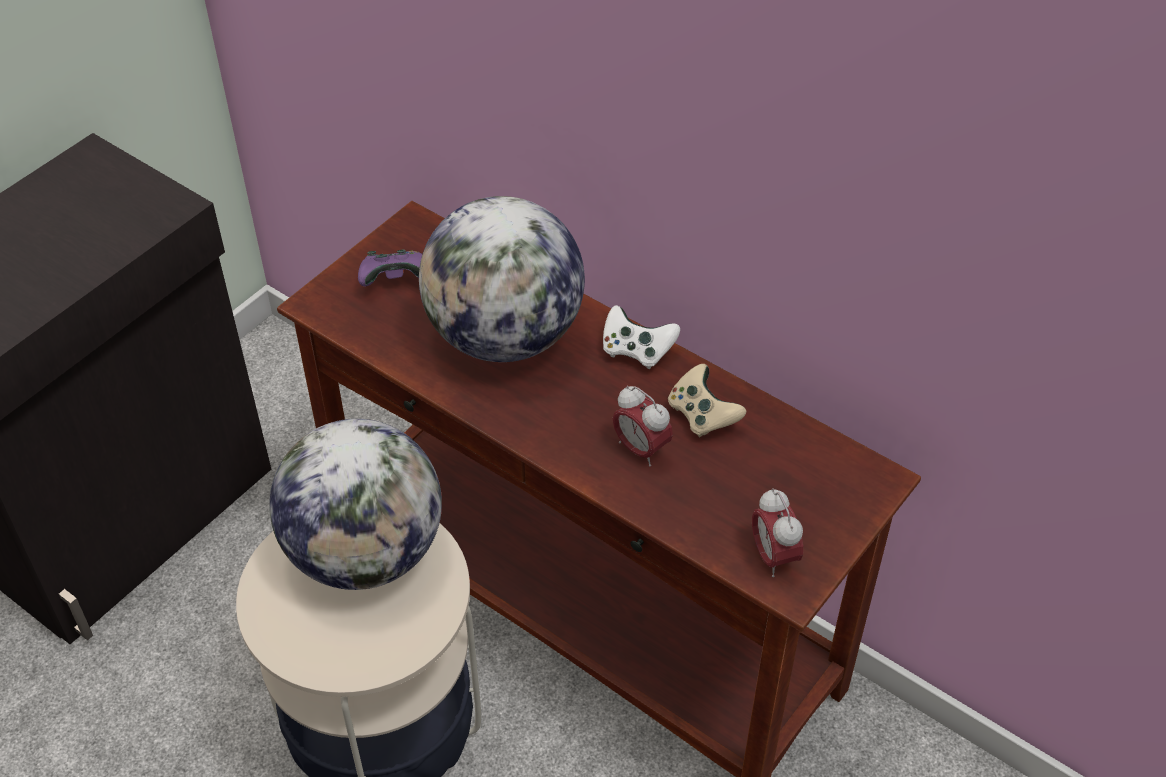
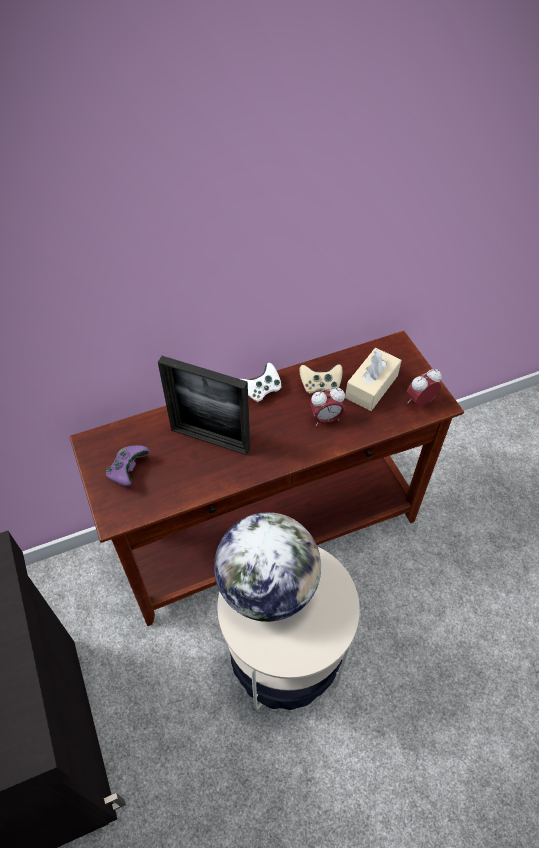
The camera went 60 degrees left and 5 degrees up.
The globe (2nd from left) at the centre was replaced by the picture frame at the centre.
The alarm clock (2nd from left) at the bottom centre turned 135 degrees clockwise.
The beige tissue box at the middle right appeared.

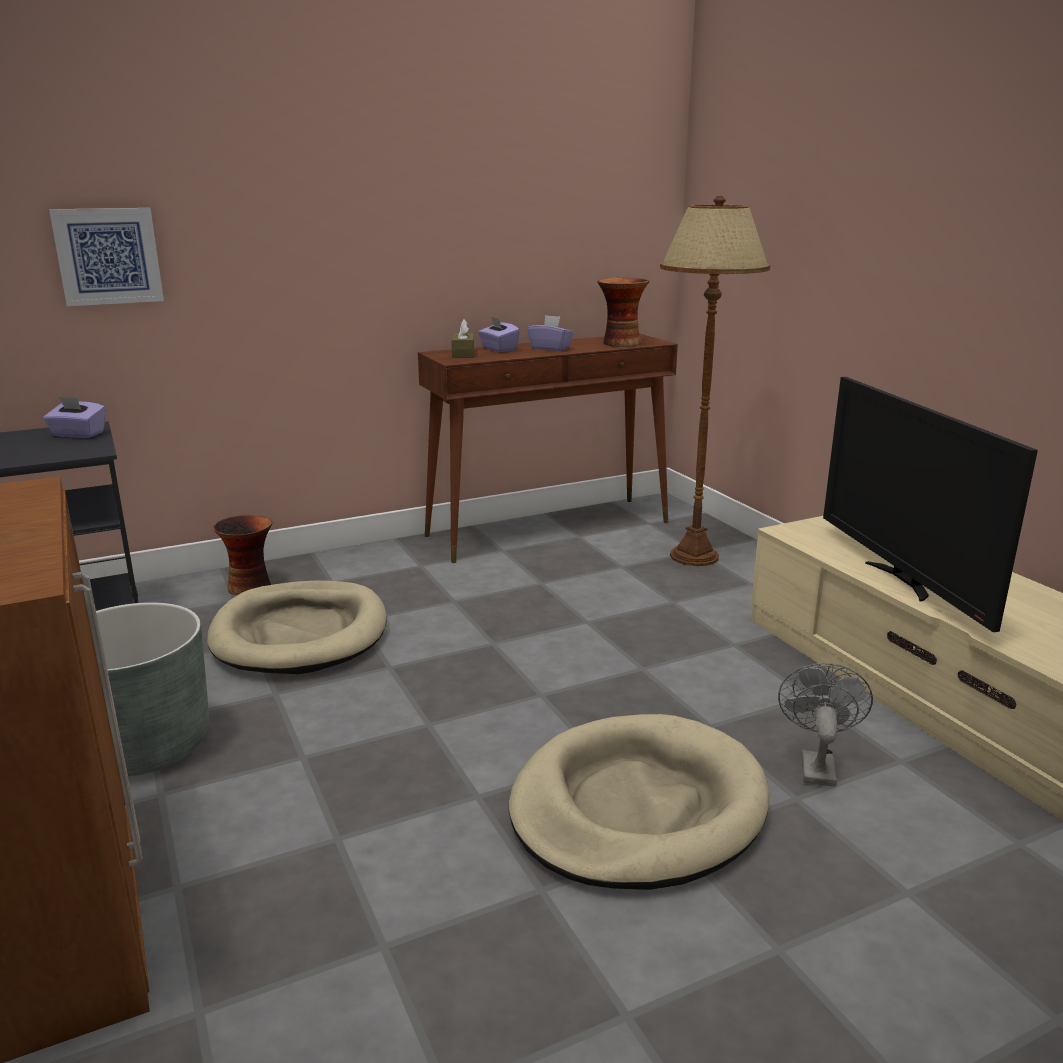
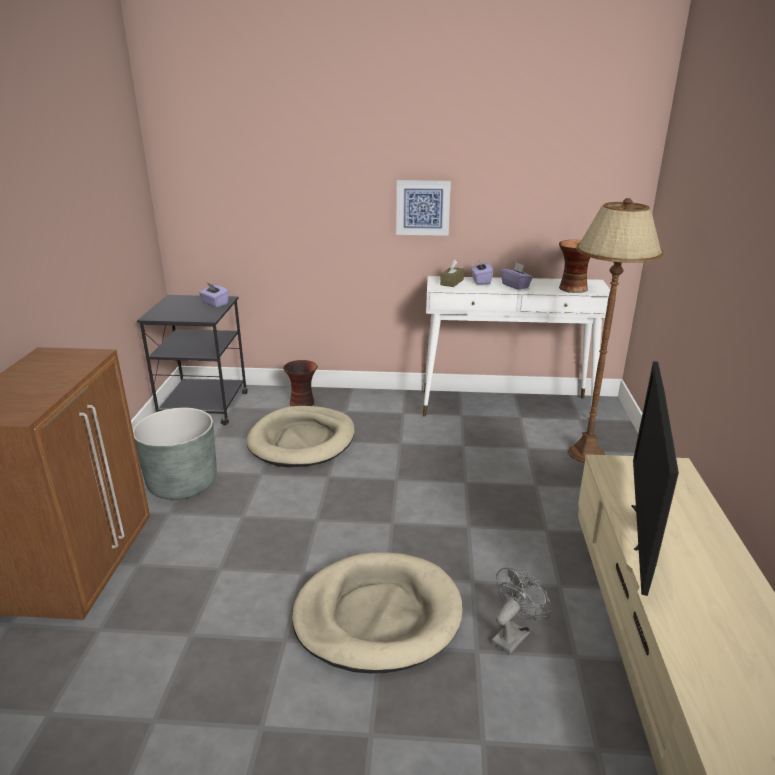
The camera went 30 degrees right and 5 degrees up.
The picture moved from the top left to the top centre.
The brown console table at the centre became the white console table at the centre.

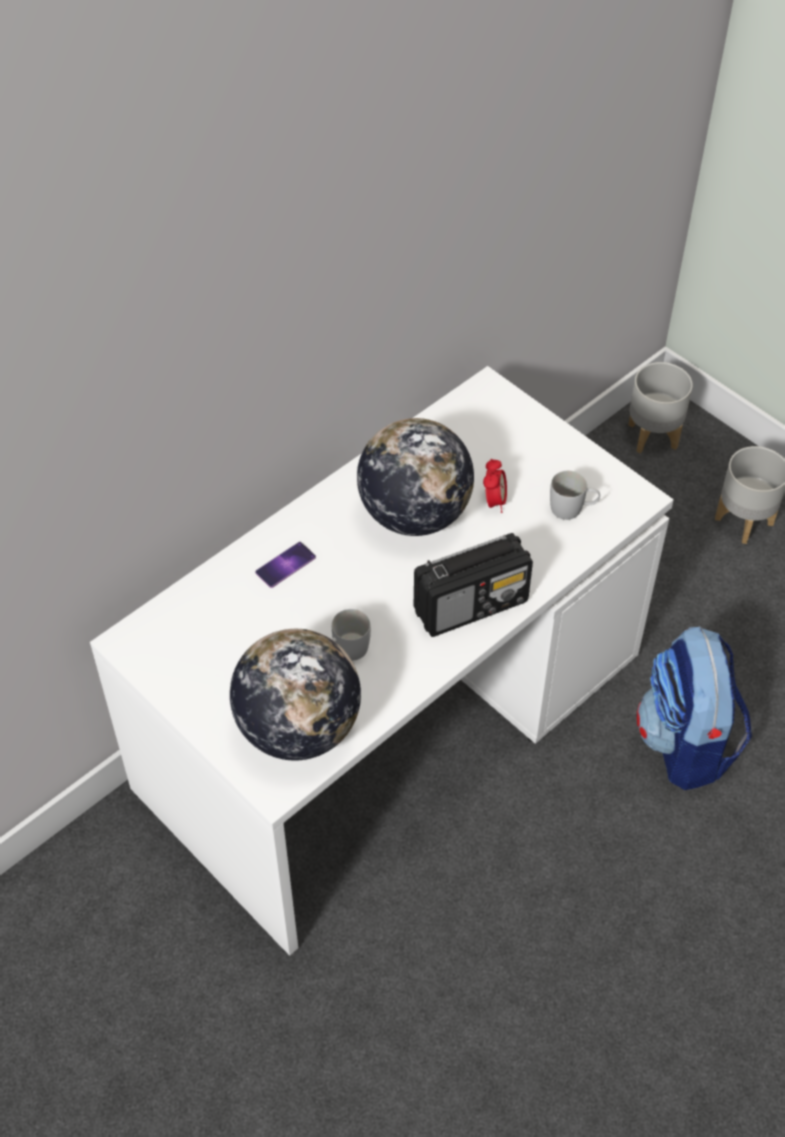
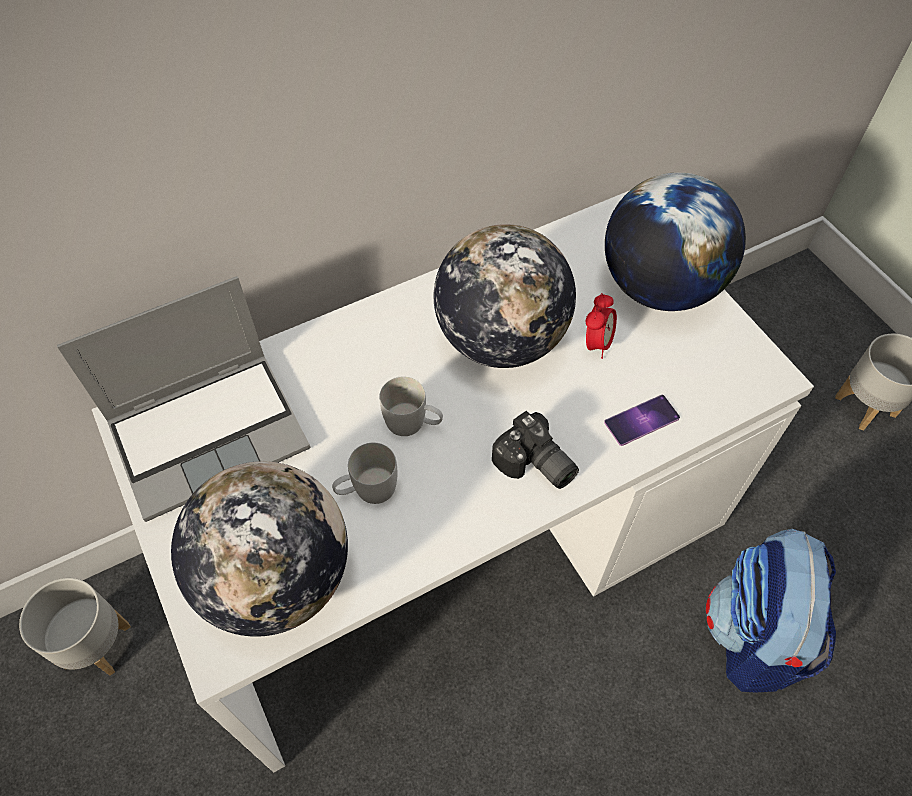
The camera went 15 degrees right and 5 degrees up.
The phone moved from the centre to the middle right.
The radio at the centre was replaced by the photo camera at the centre.
The white mug (2nd from left) moved from the middle right to the centre.
The grey planter (1st from left) moved from the middle right to the bottom left.
The laptop at the middle left appeared.
The globe (3rd from left) at the top right appeared.

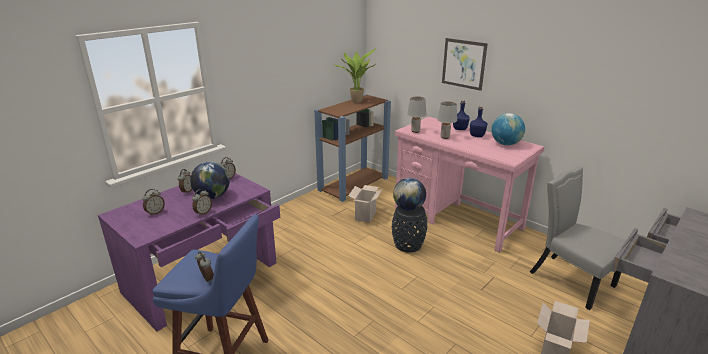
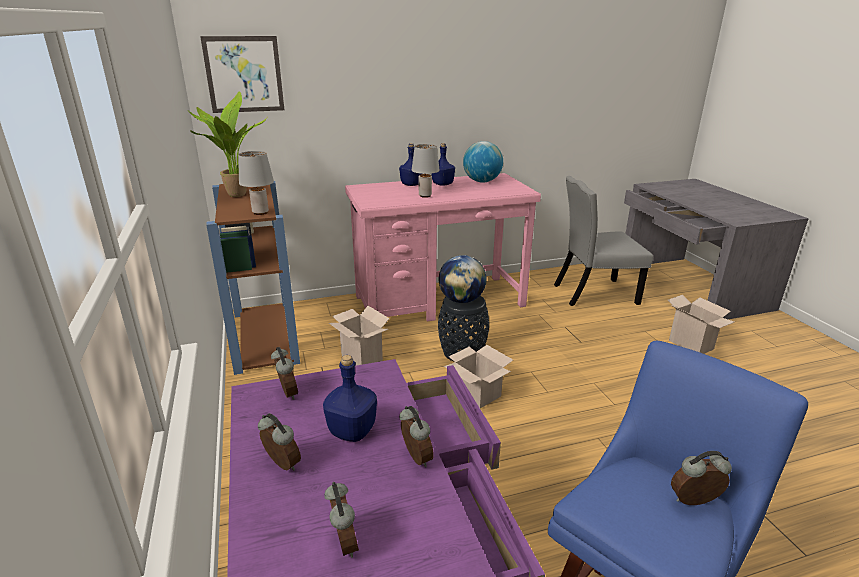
The camera went 60 degrees left and 0 degrees up.
The globe (1st from left) at the middle left was replaced by the blue bottle (1st from left) at the bottom centre.
The grey table lamp (1st from left) moved from the top centre to the top left.
The picture moved from the top centre to the top left.
The cardboard box (2nd from left) at the centre appeared.

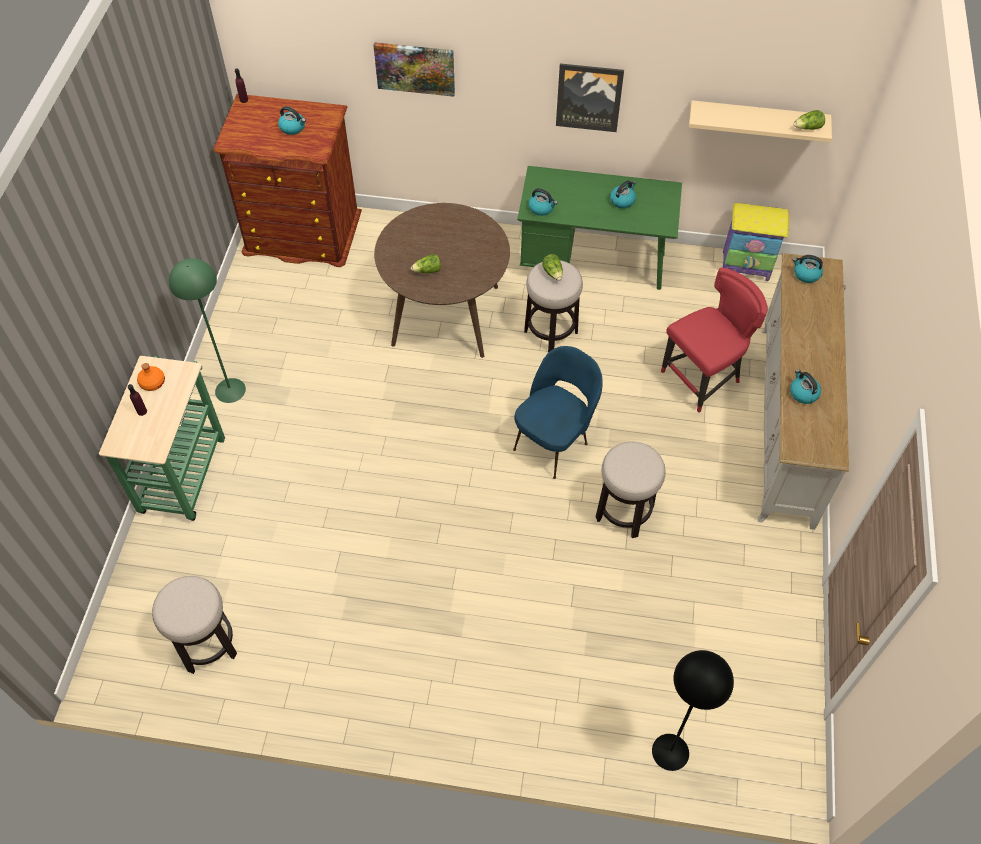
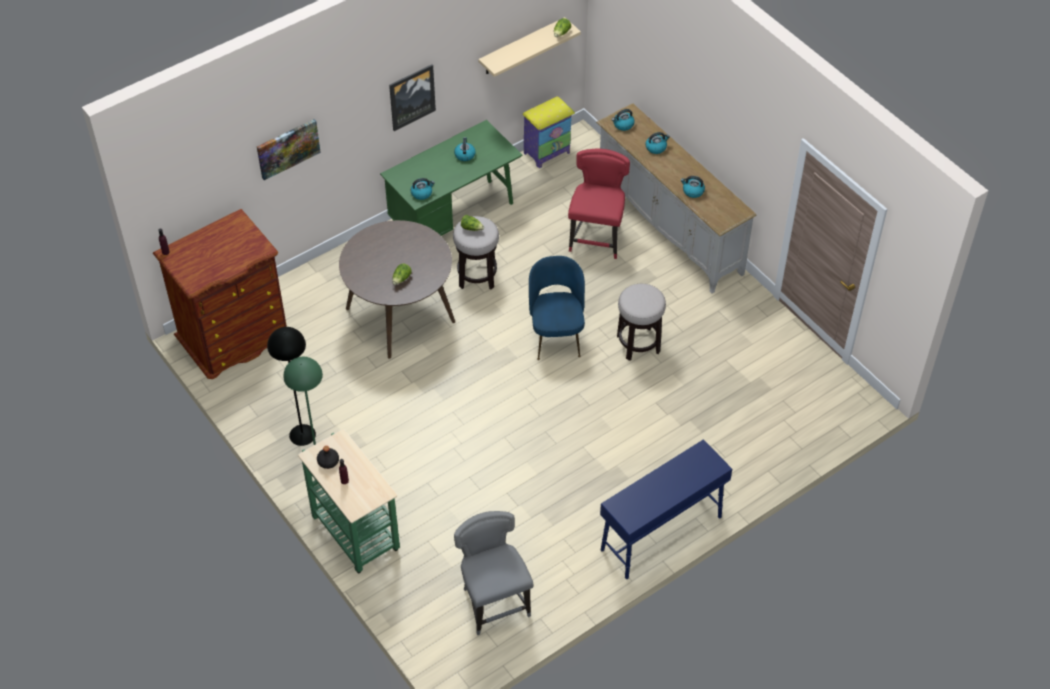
The camera went 45 degrees left and 5 degrees down.
The orange bottle at the middle left became the black bottle at the middle left.
The stool (1st from left) at the bottom left was replaced by the grey chair at the bottom centre.
The kettle (1st from left in the first image) moved from the top left to the top centre.
The black floor lamp moved from the bottom right to the middle left.
The blue console table at the bottom centre appeared.

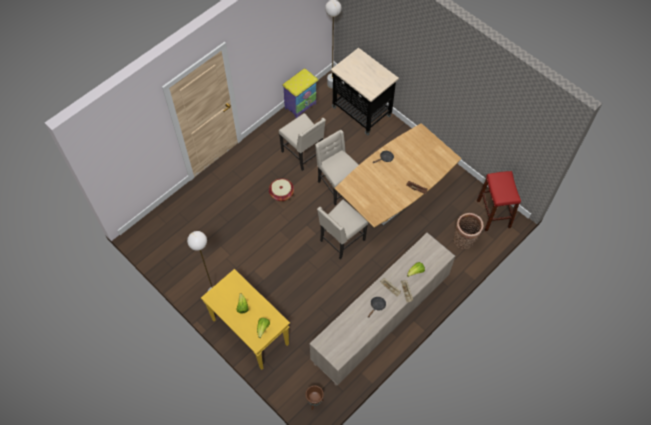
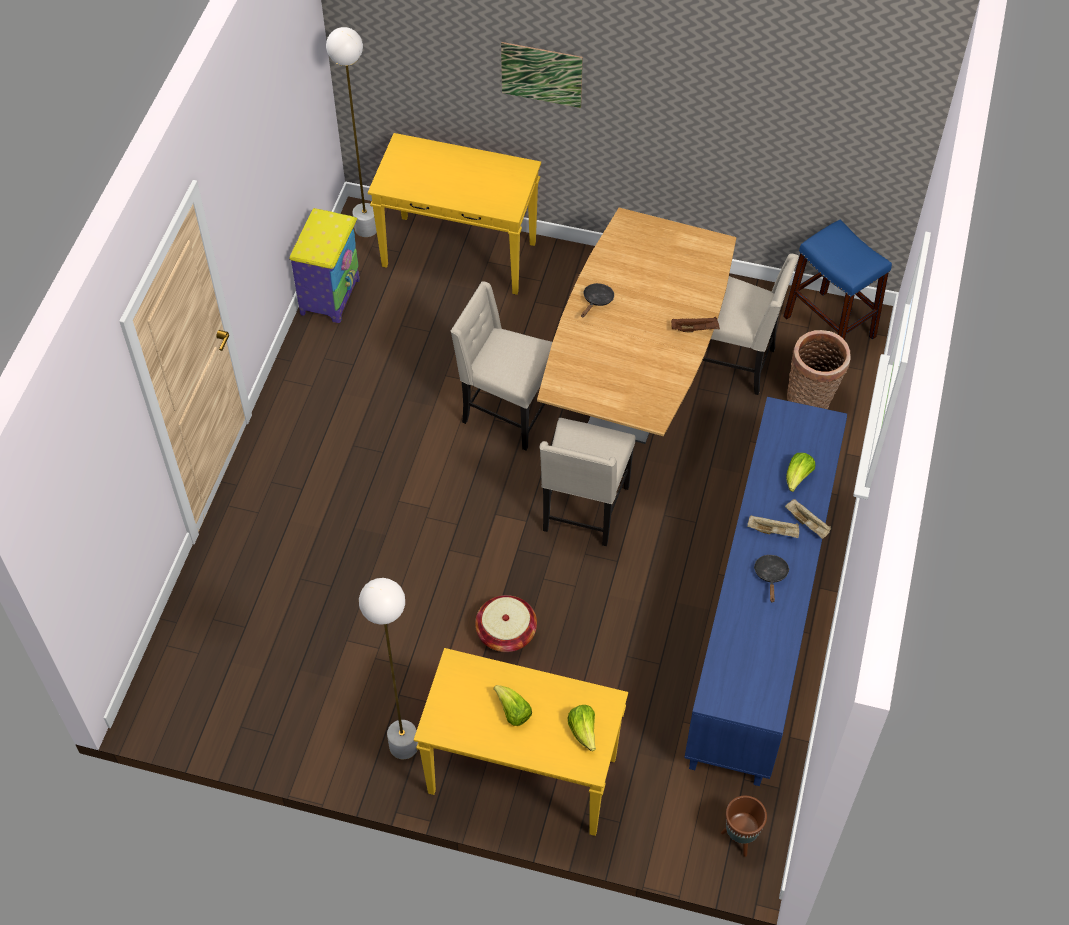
The camera went 30 degrees left and 5 degrees down.
The basket (1st from left) moved from the centre to the bottom centre.
The beige chair (1st from left in the first image) moved from the centre to the middle right.
The beige cabinet at the bottom centre became the blue cabinet at the middle right.
The black cart at the top centre was replaced by the yellow console table (1st from left) at the top centre.
The red stool at the middle right became the blue stool at the top right.
The picture at the top centre appeared.

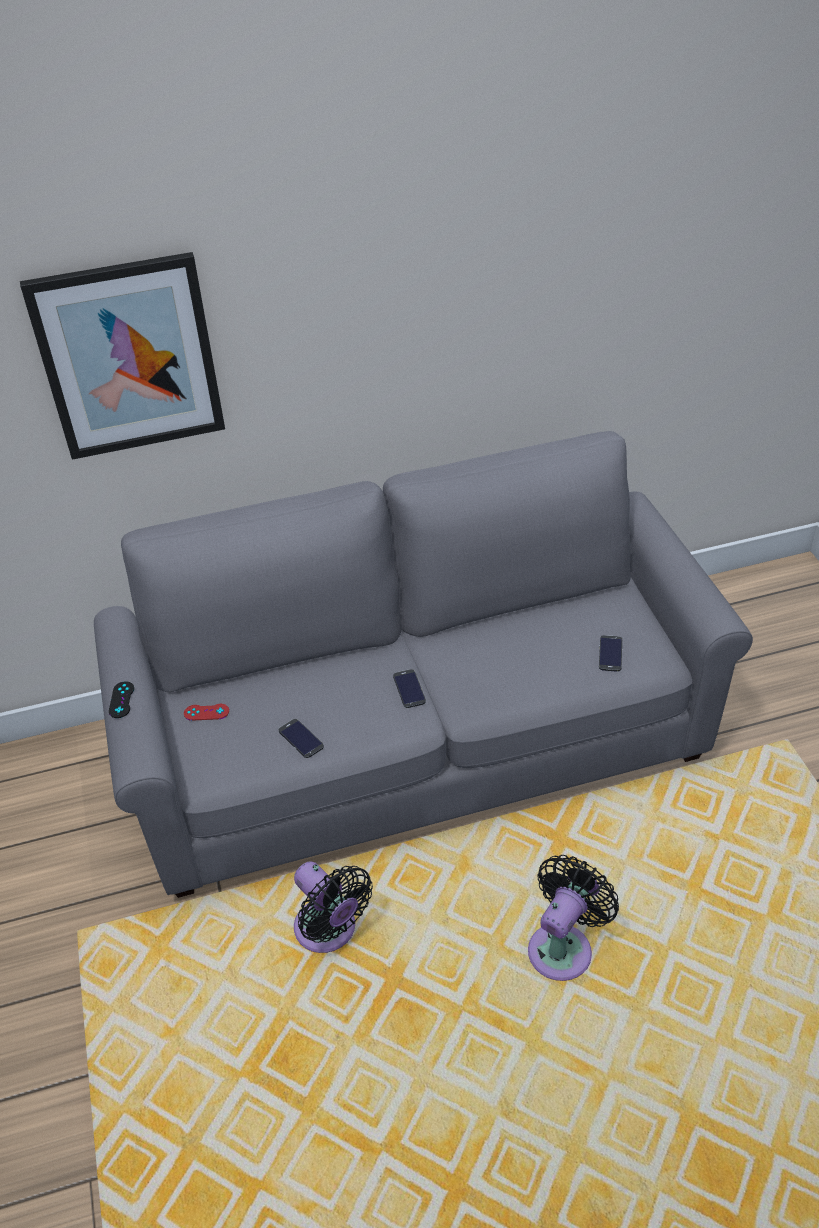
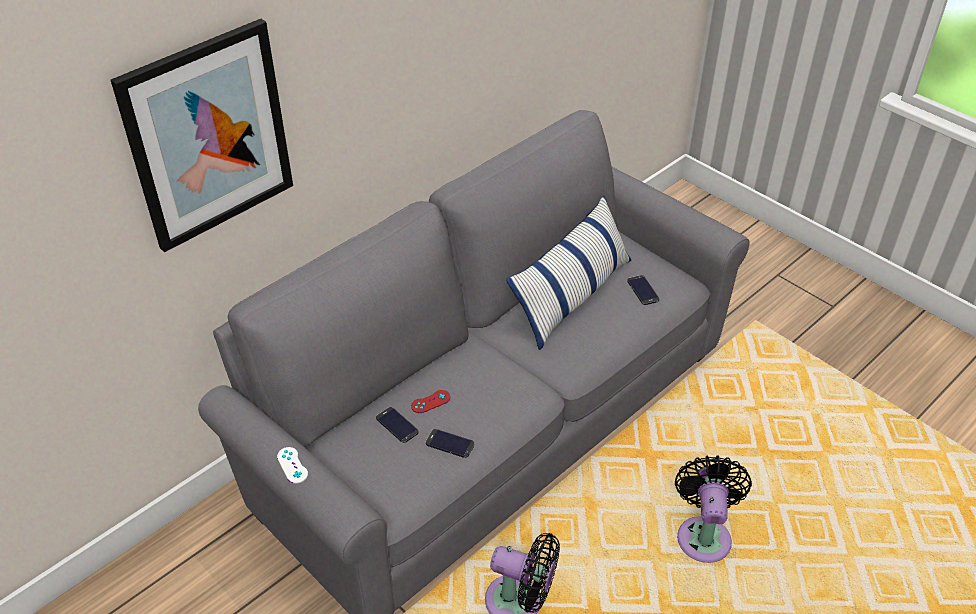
The camera went 30 degrees left and 0 degrees up.
The black game controller at the middle left became the white game controller at the bottom left.
The red game controller moved from the middle left to the centre.
The phone (2nd from left in the first image) moved from the centre to the bottom centre.
The pillow at the centre appeared.

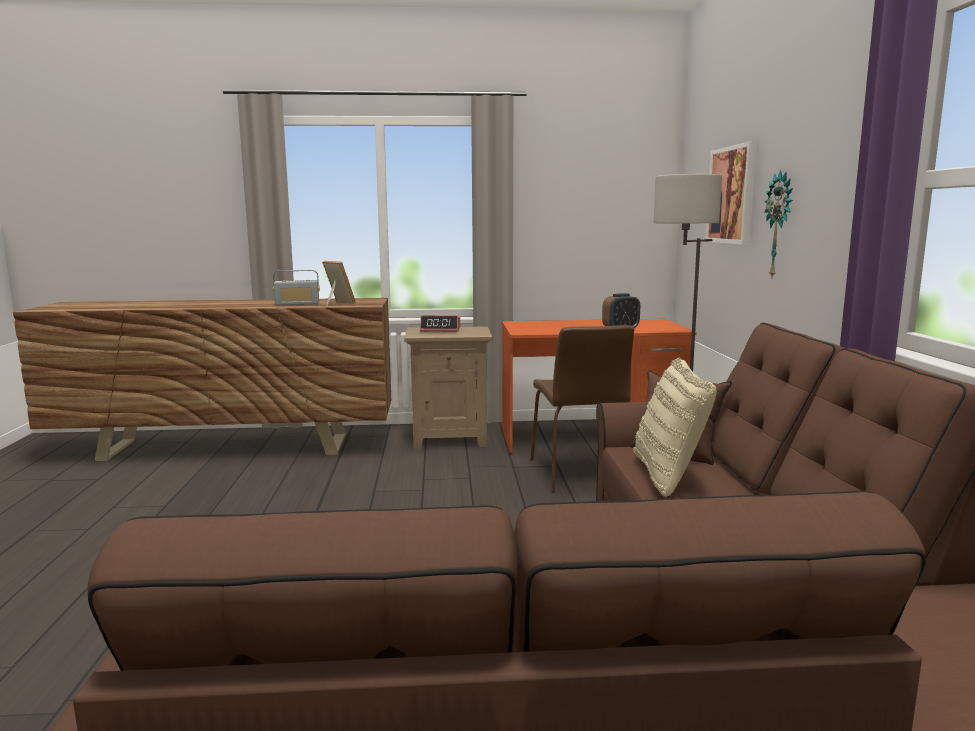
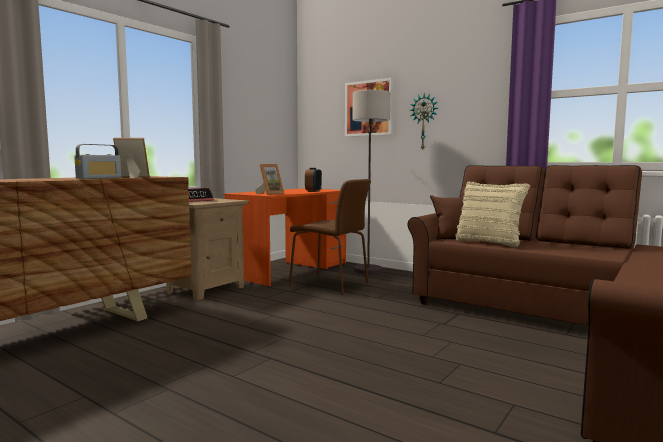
The camera went 50 degrees left and 5 degrees down.
The picture frame (2nd from left) at the centre appeared.

